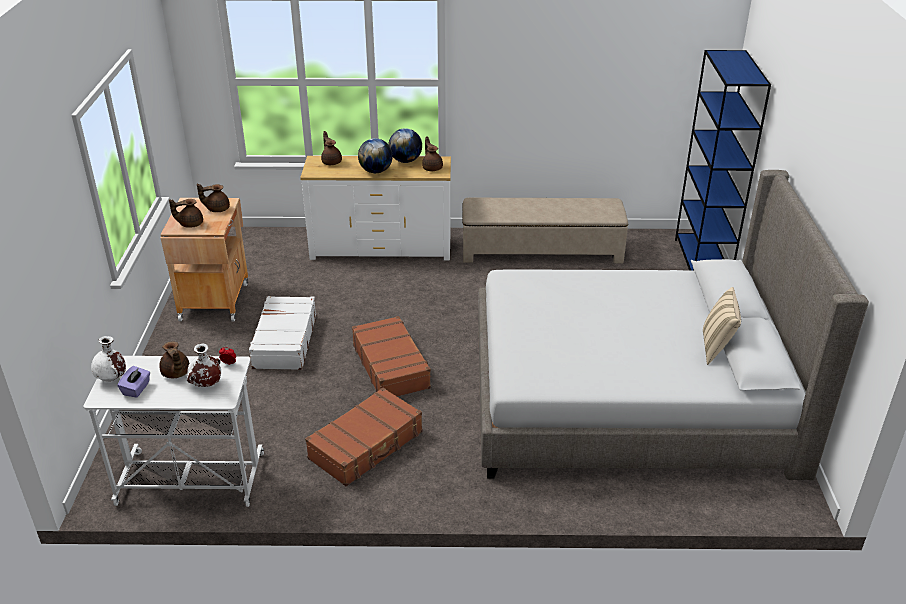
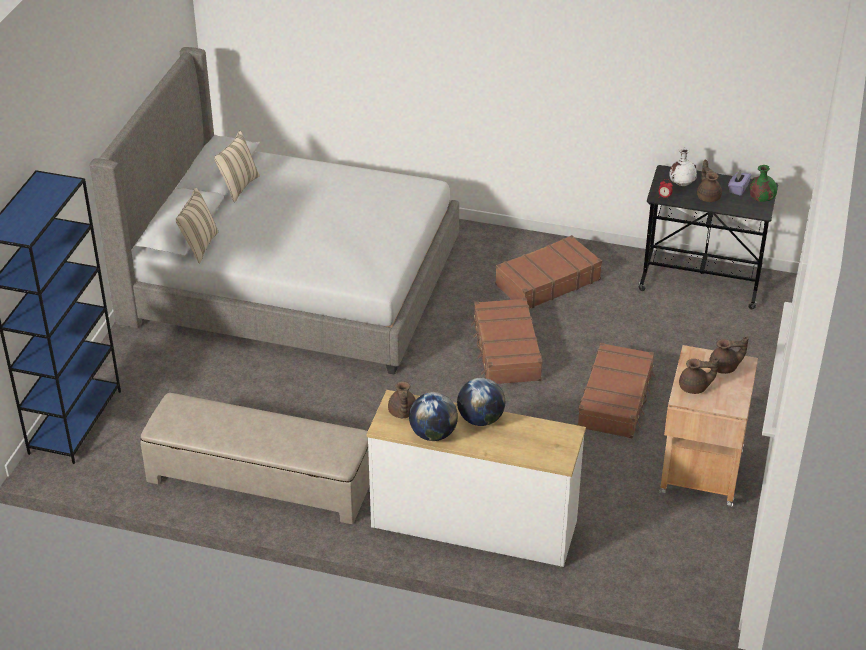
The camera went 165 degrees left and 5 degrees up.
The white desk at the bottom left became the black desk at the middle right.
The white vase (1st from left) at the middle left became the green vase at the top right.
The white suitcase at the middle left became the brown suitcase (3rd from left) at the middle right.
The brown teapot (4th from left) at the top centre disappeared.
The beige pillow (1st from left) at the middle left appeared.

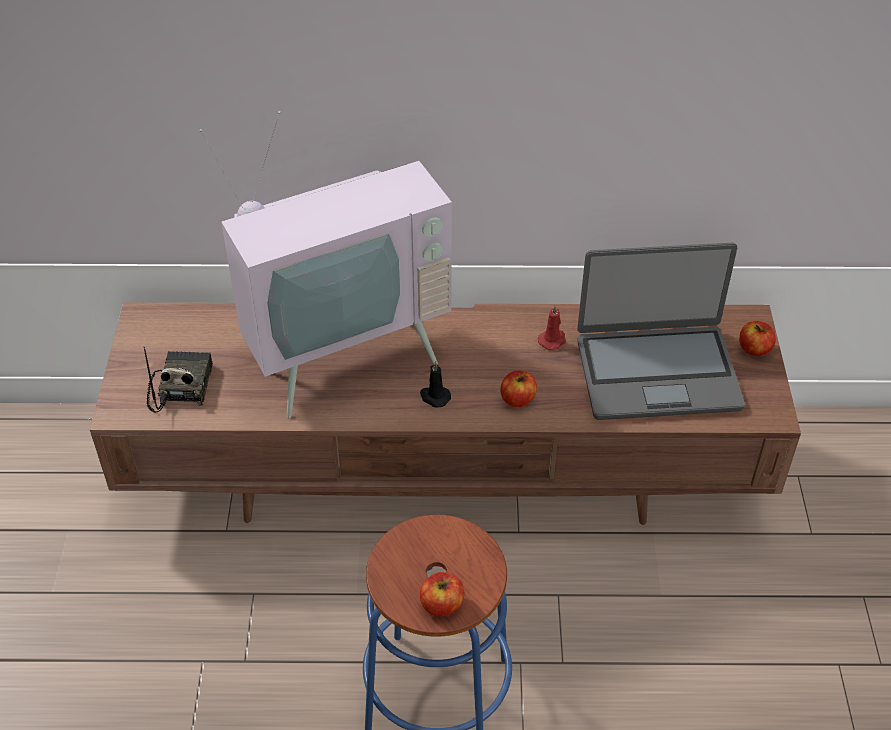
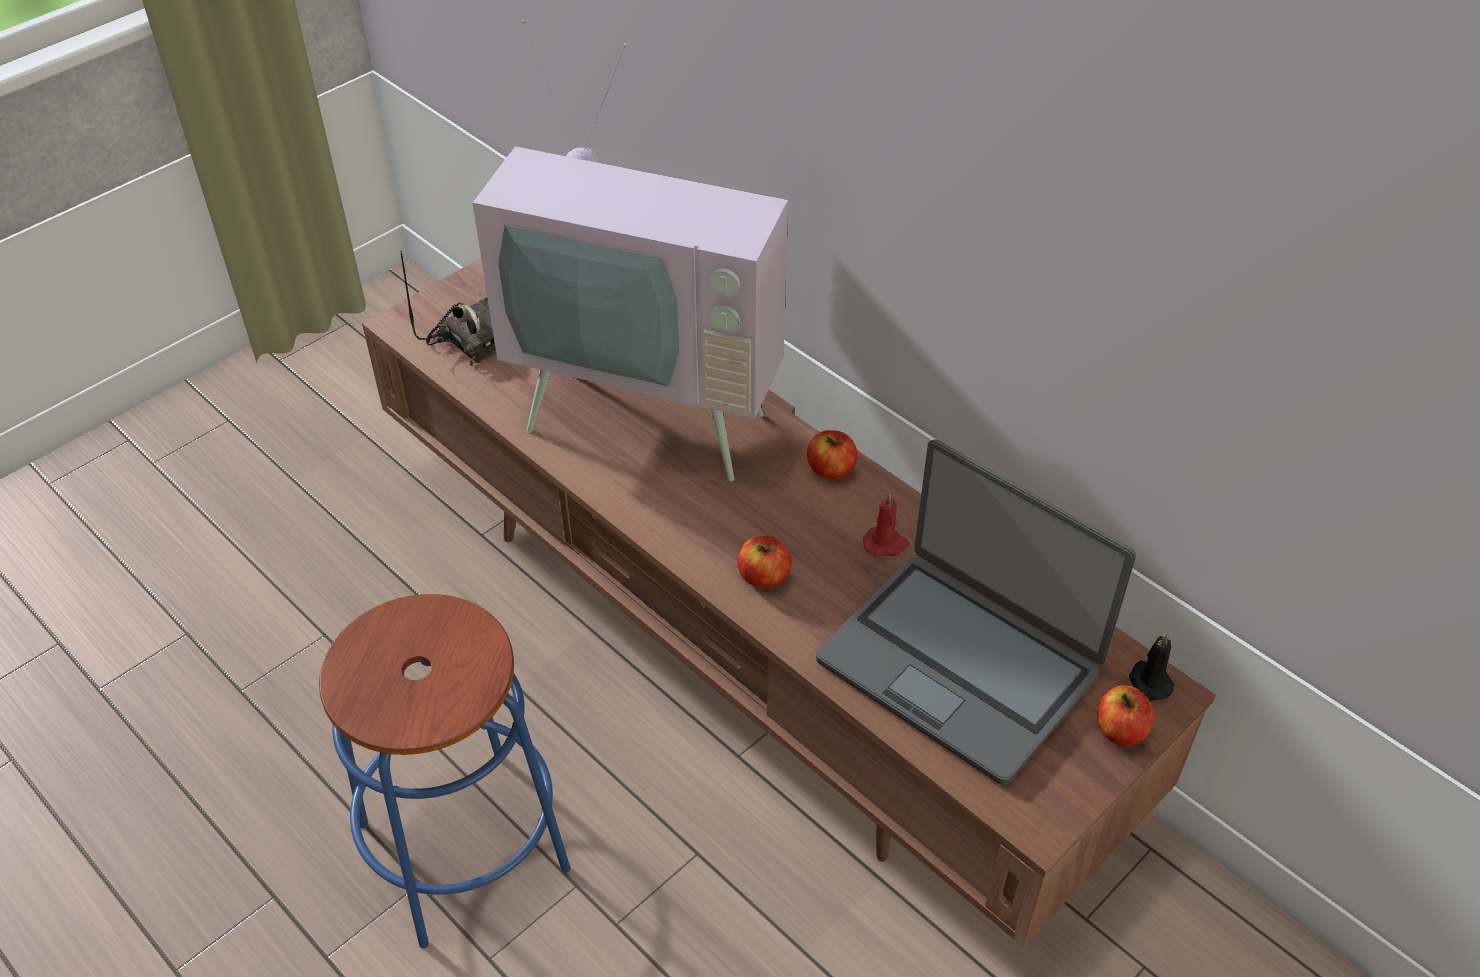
The camera went 45 degrees right and 0 degrees up.
The black candle moved from the centre to the bottom right.
The apple (1st from left in the first image) moved from the bottom centre to the centre.

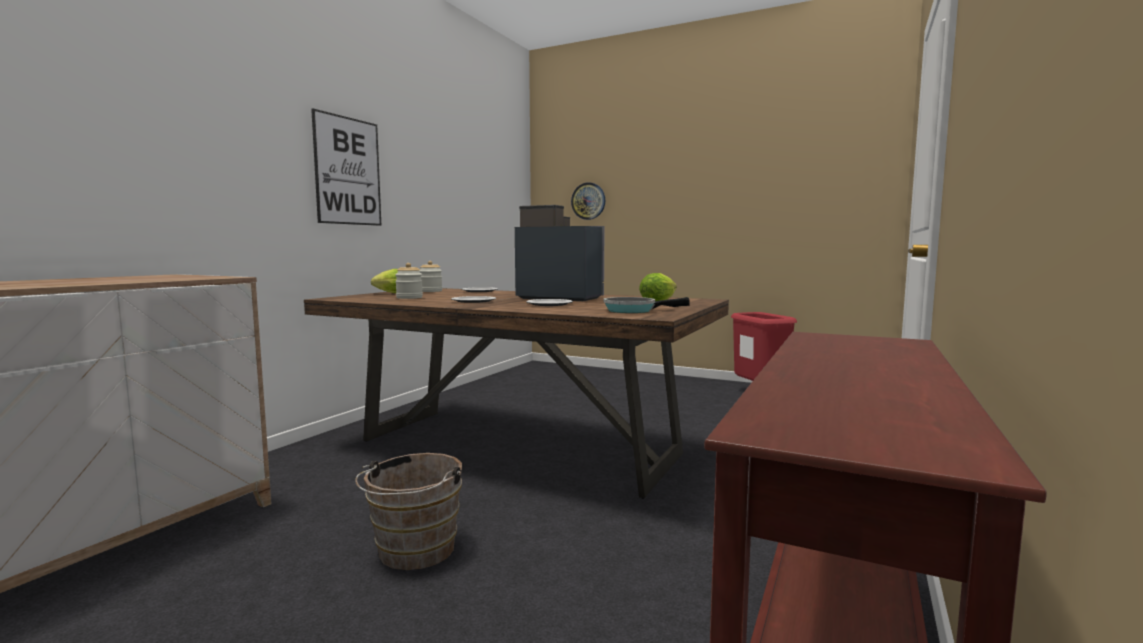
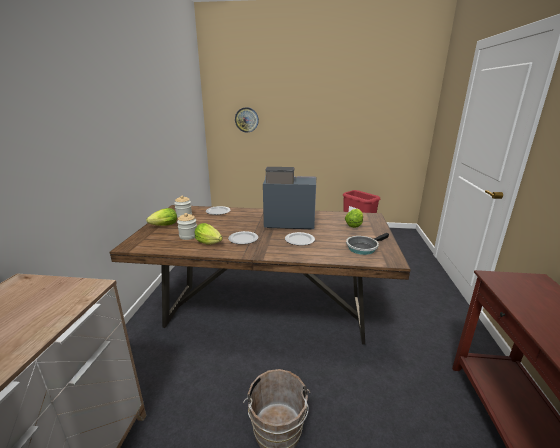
The camera went 20 degrees left and 15 degrees up.
The picture at the top left disappeared.
The lettuce (2nd from left) at the centre appeared.

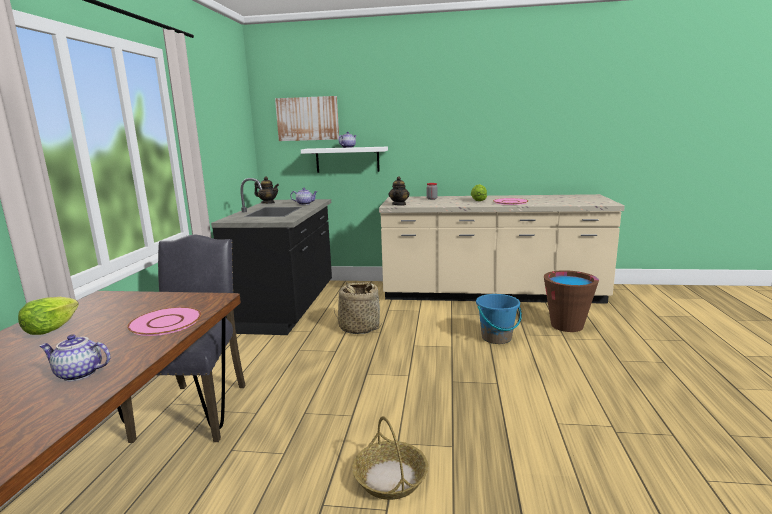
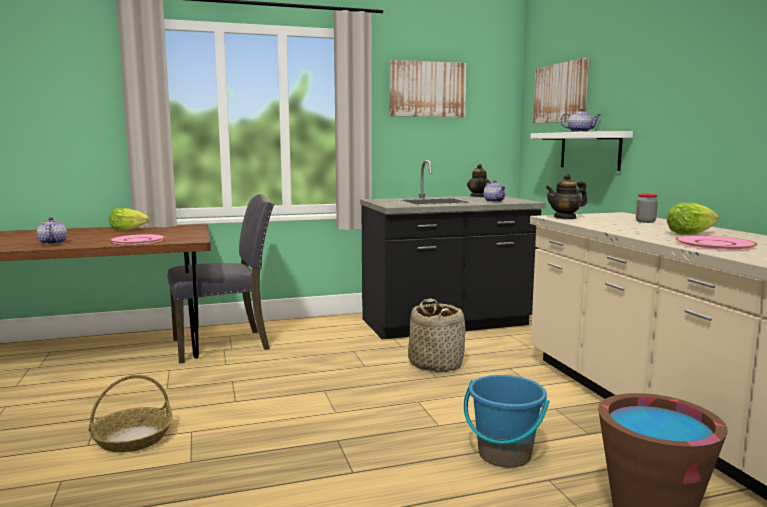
The camera went 65 degrees right and 5 degrees down.
The picture (1st from left) at the top centre appeared.

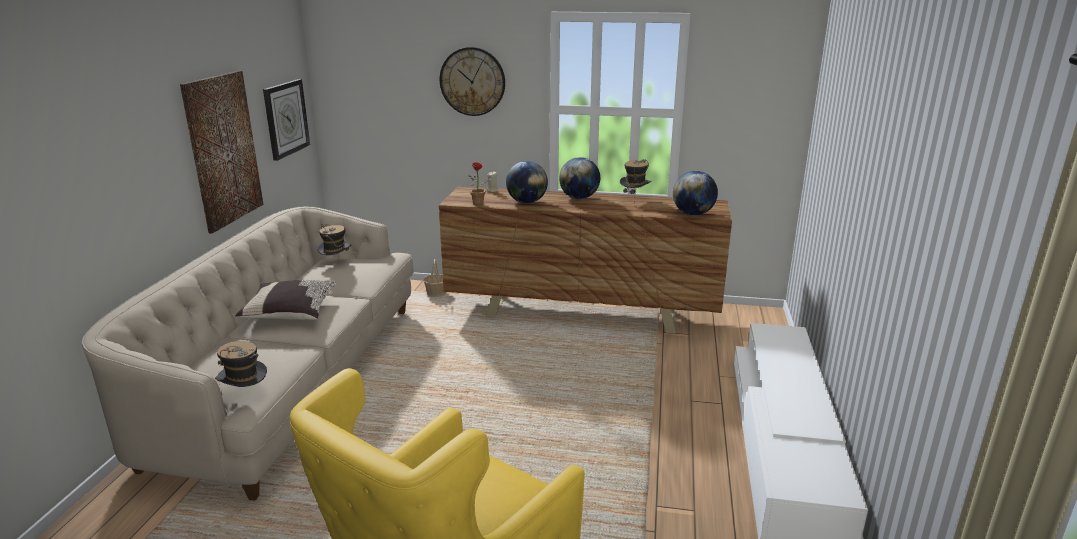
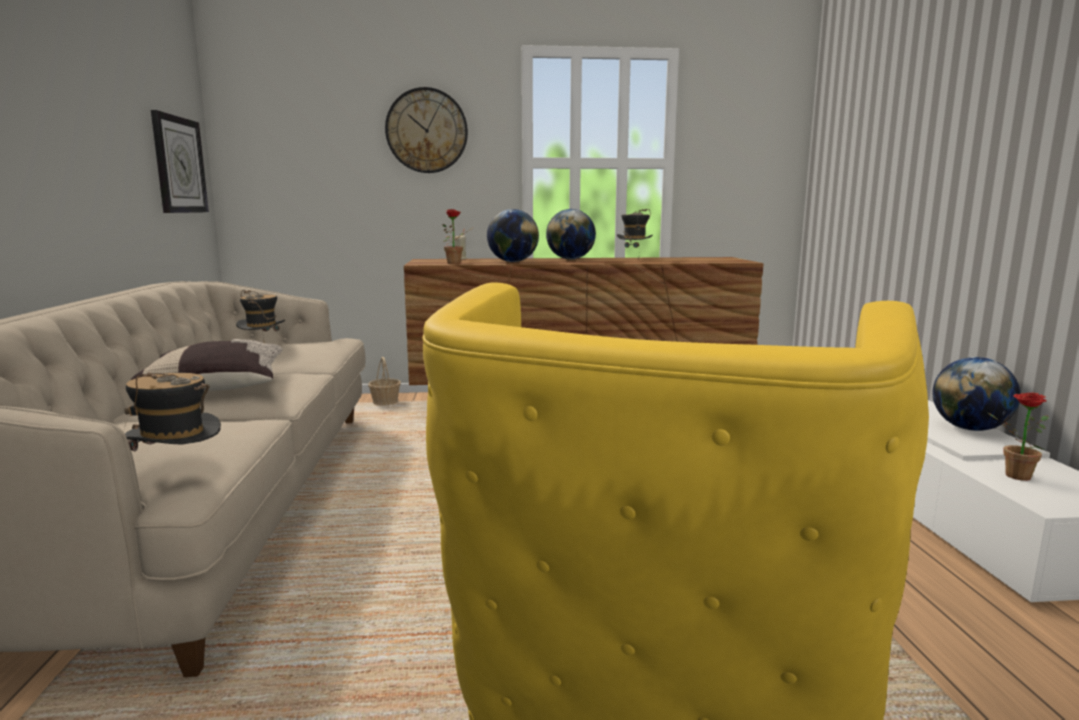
The camera went 15 degrees left and 10 degrees down.
The picture at the top left disappeared.
The globe (3rd from left) moved from the centre to the middle right.
The potted plant (2nd from left) at the middle right appeared.

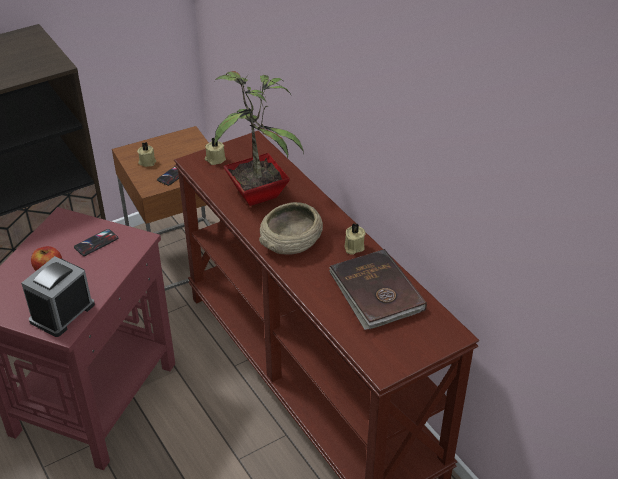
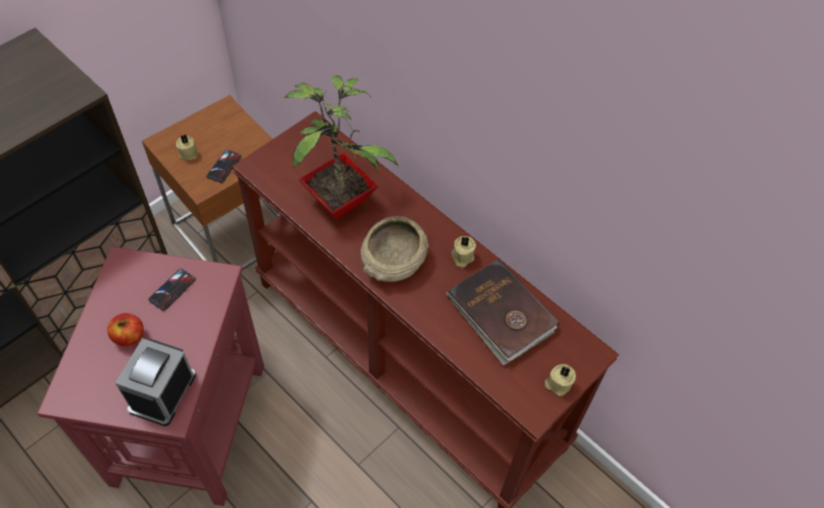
The camera went 15 degrees left and 15 degrees up.
The beige candle (2nd from left in the first image) moved from the top centre to the bottom right.

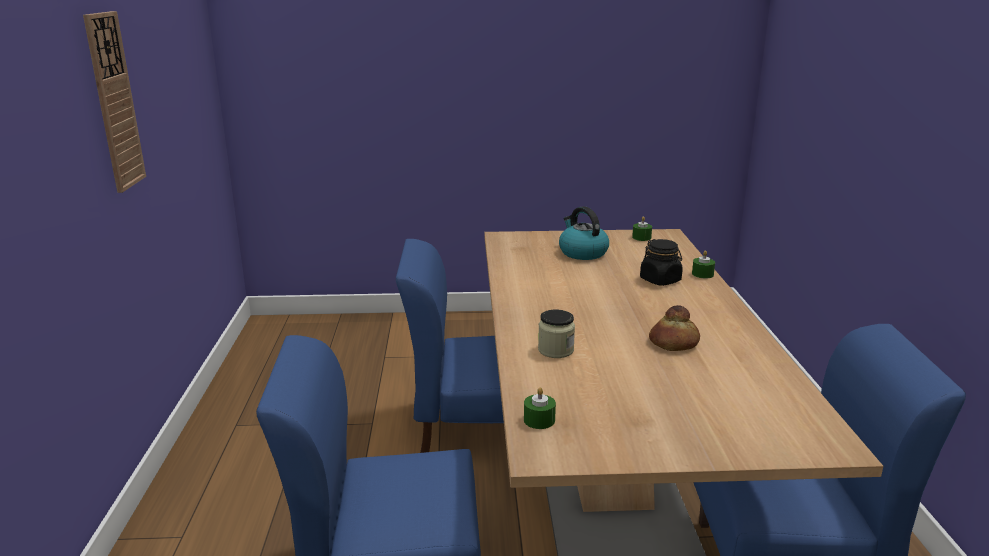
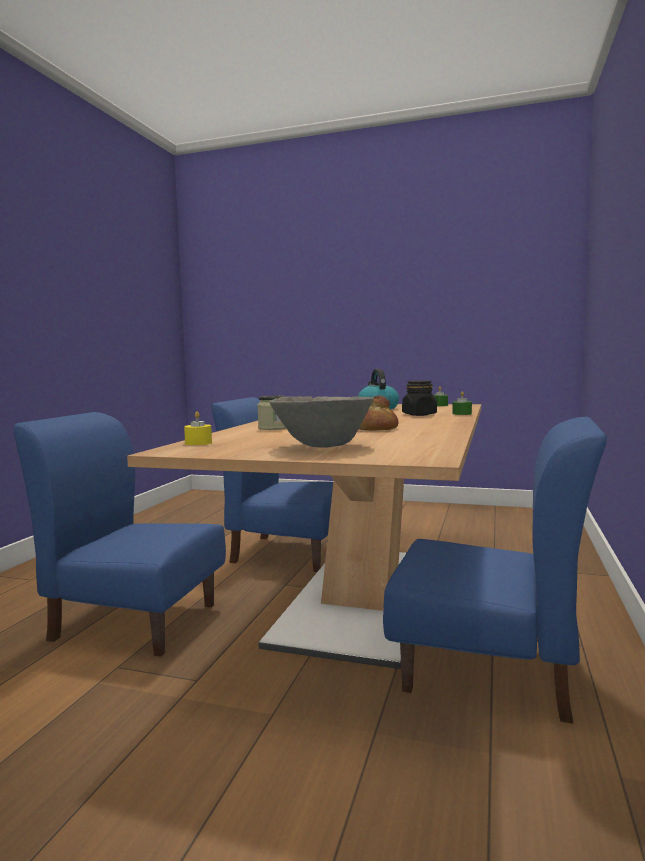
The camera went 20 degrees right and 15 degrees down.
The wall clock at the top left disappeared.
The green candle (1st from left) at the bottom centre became the yellow candle at the middle left.
The grey bowl at the centre appeared.

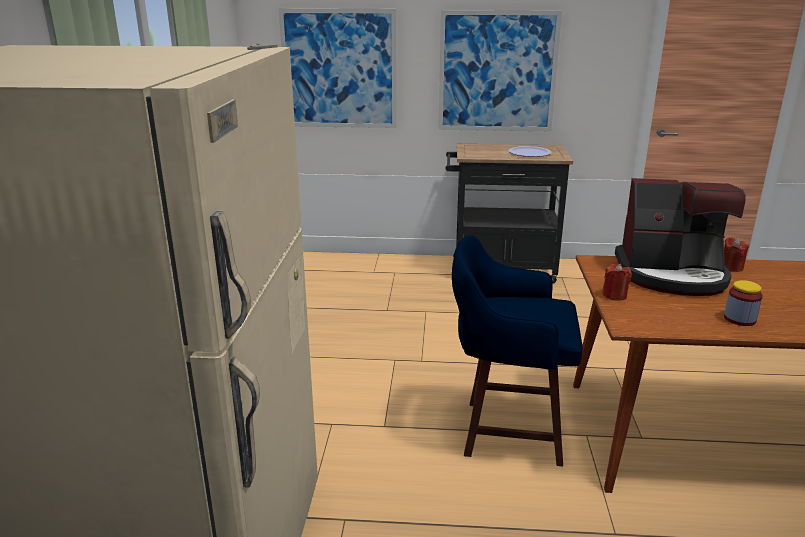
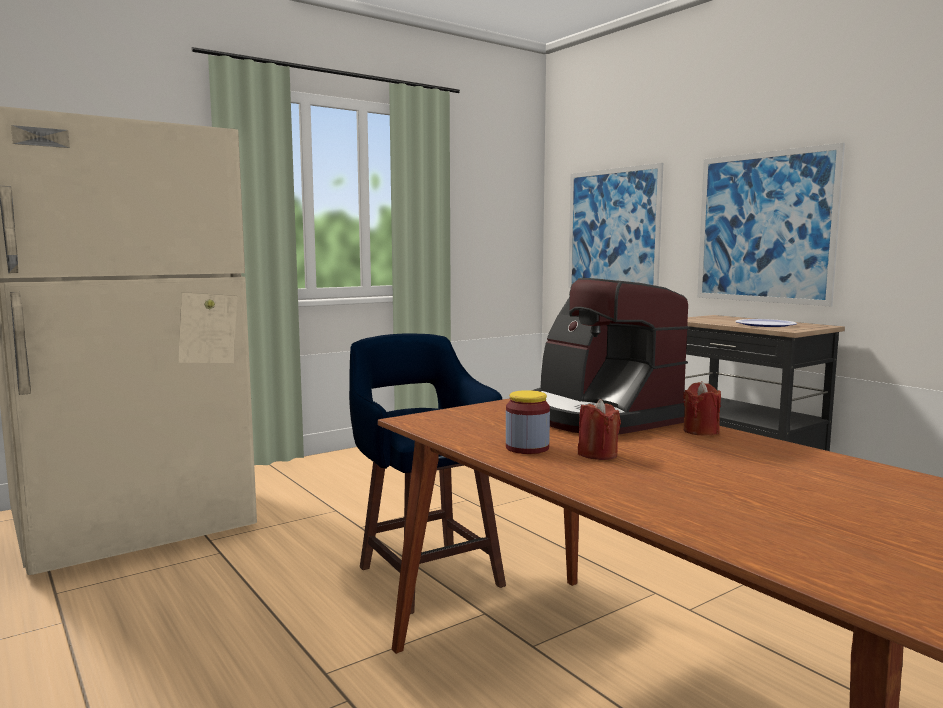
The camera went 50 degrees right and 15 degrees down.
The red candle (1st from left) moved from the middle right to the centre.

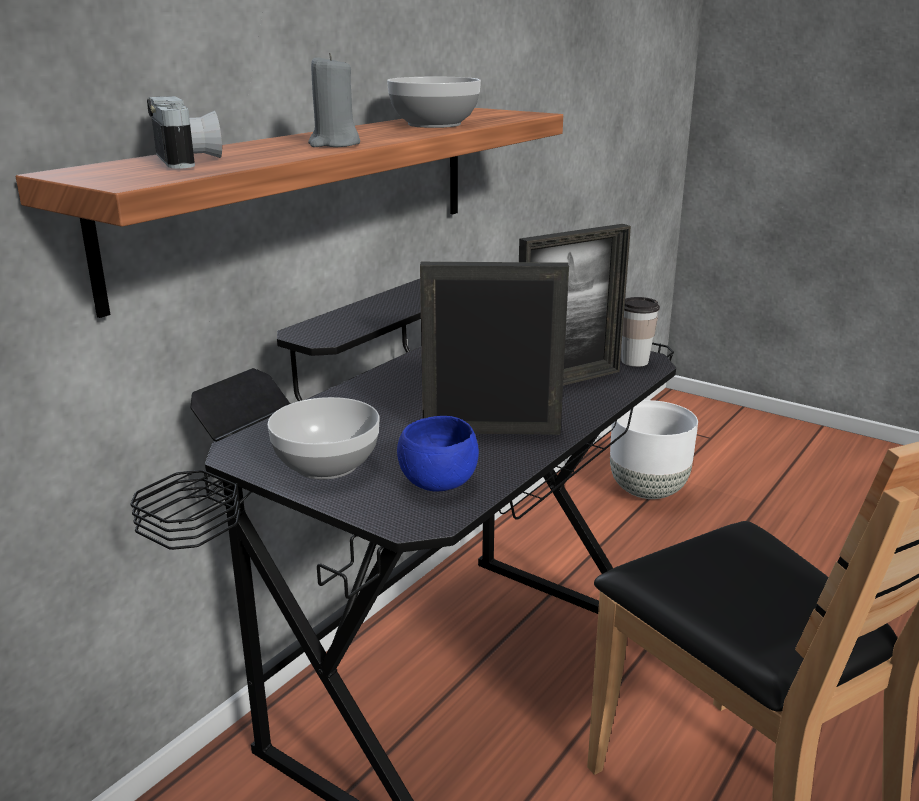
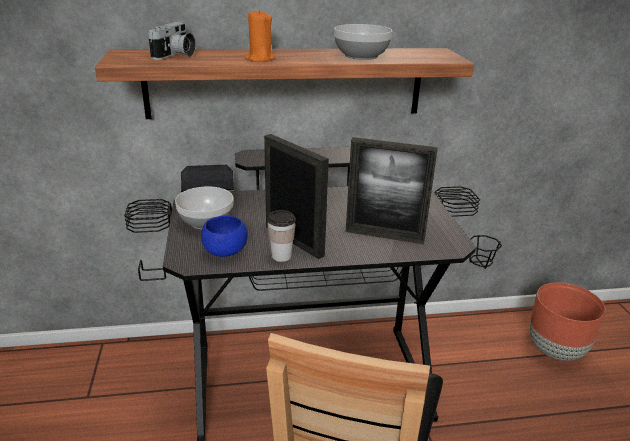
The camera went 45 degrees right and 5 degrees up.
The grey candle at the top centre became the orange candle at the top centre.
The white planter at the middle right became the brown planter at the bottom right.
The cup moved from the middle right to the centre.

